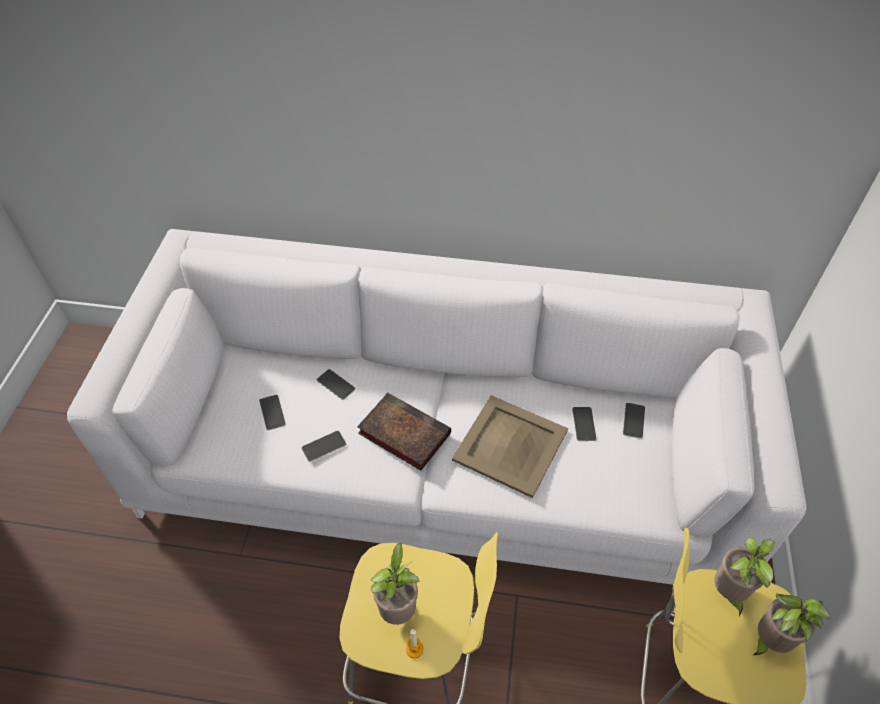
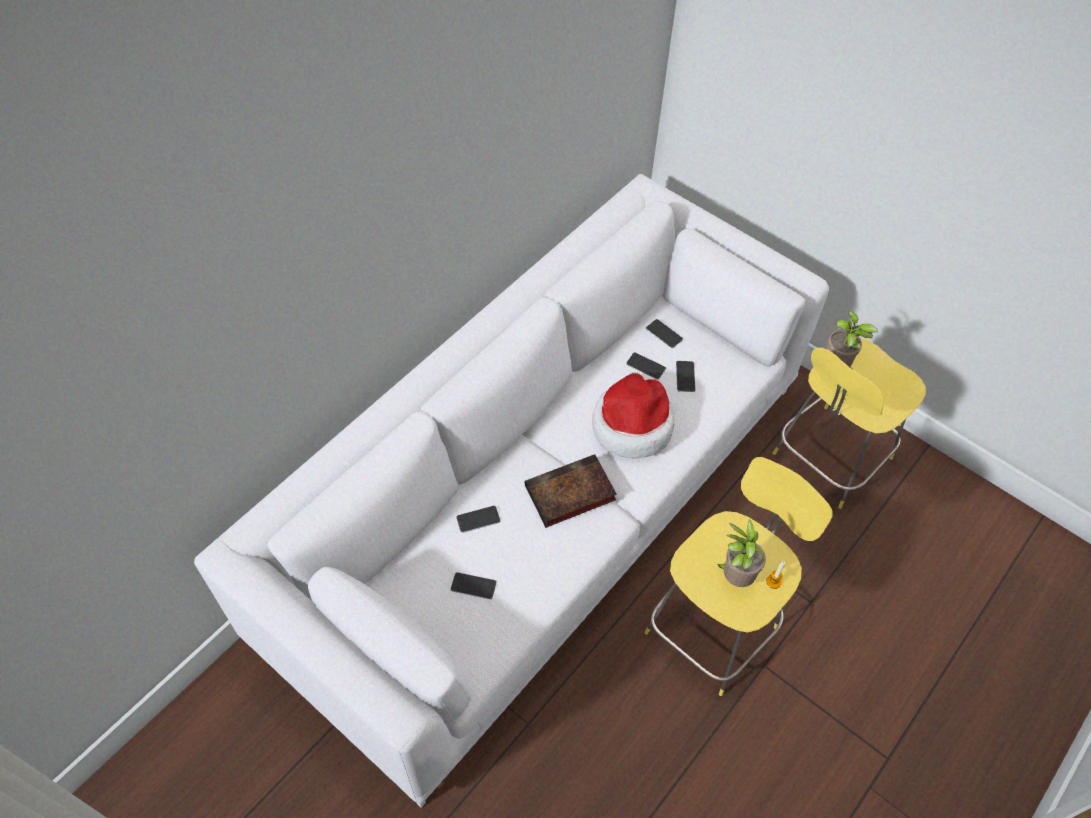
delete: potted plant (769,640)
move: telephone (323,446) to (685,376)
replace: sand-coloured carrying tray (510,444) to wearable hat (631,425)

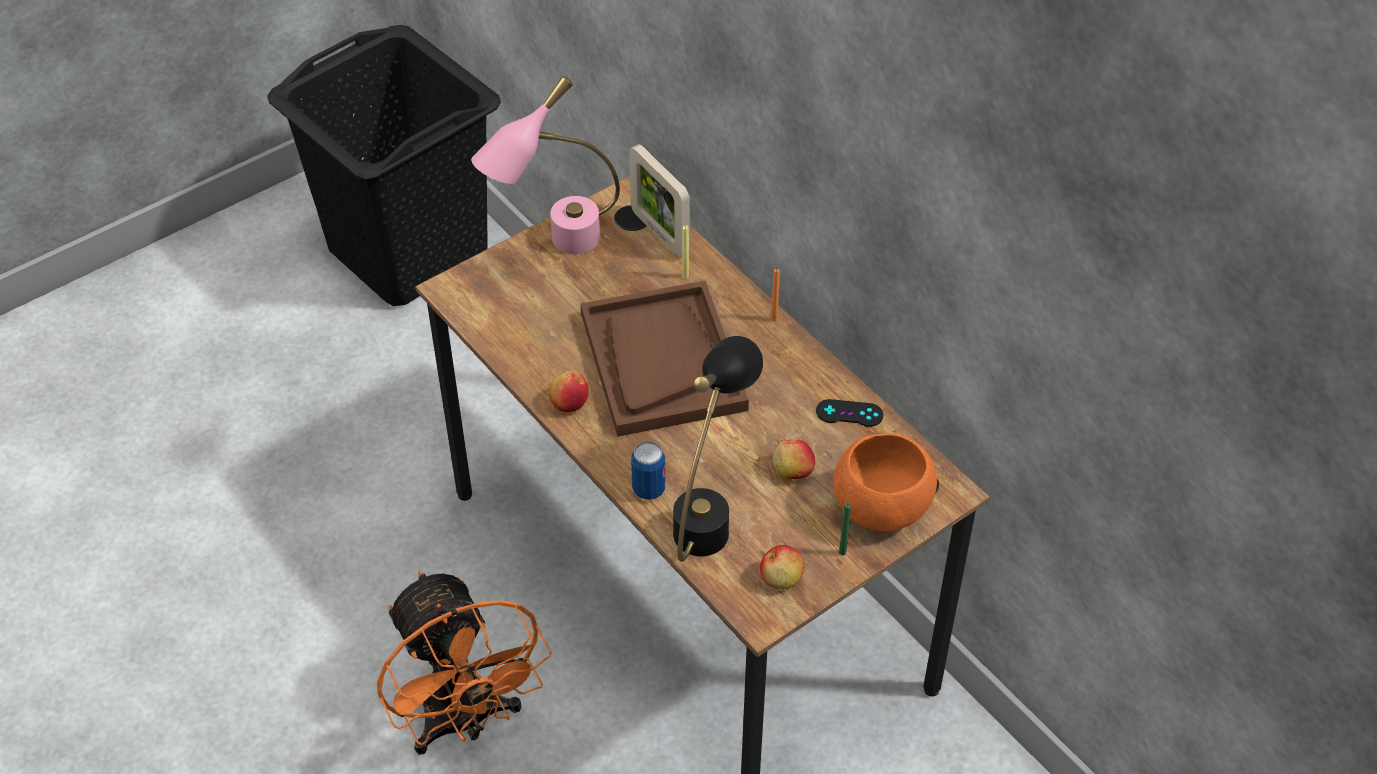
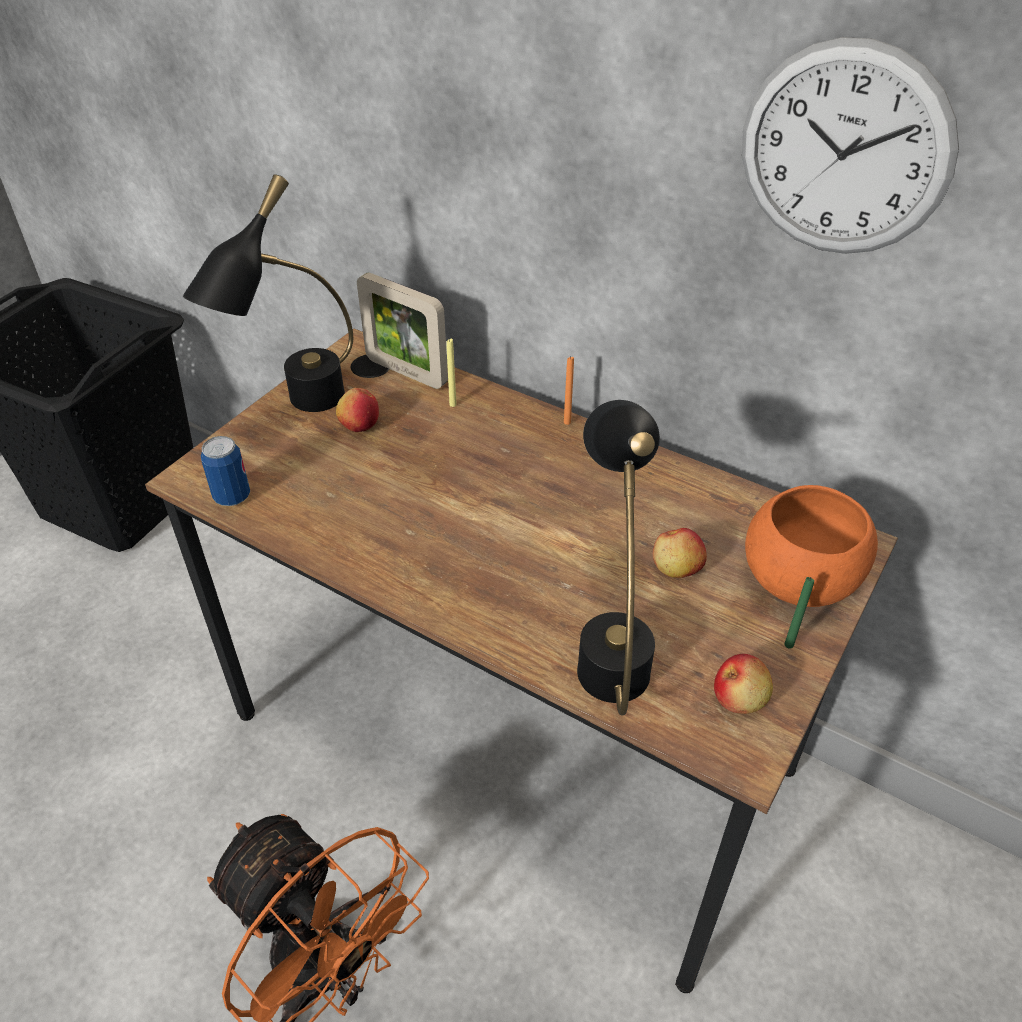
delete: brown-coloured carrying tray (662,361); black game controller (849,413)
insert: clock on the wall (844,151)
move: apple (569,402) to (359,424); sealed can (648,489) to (232,497)
recolor: pinkish tabletop lamp (555,247) to black tabletop lamp (298,409)

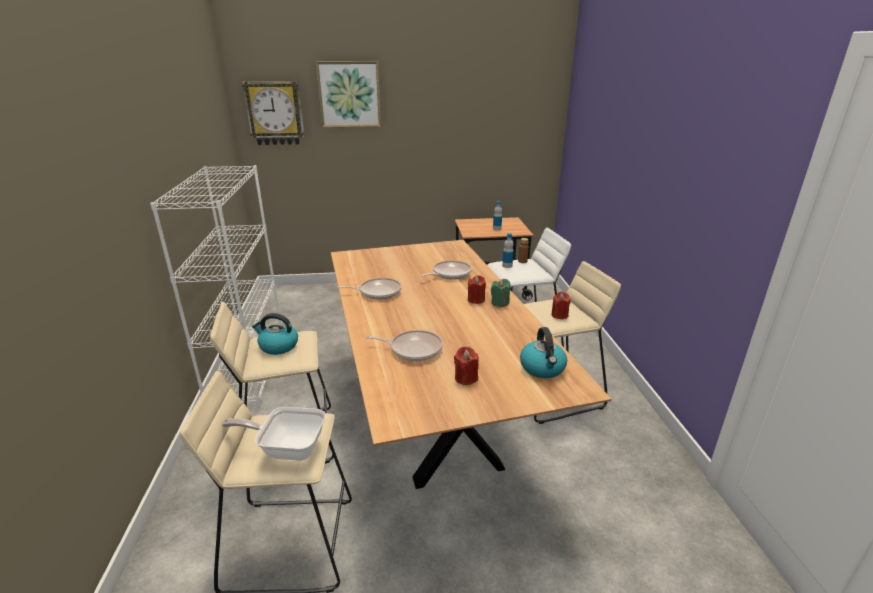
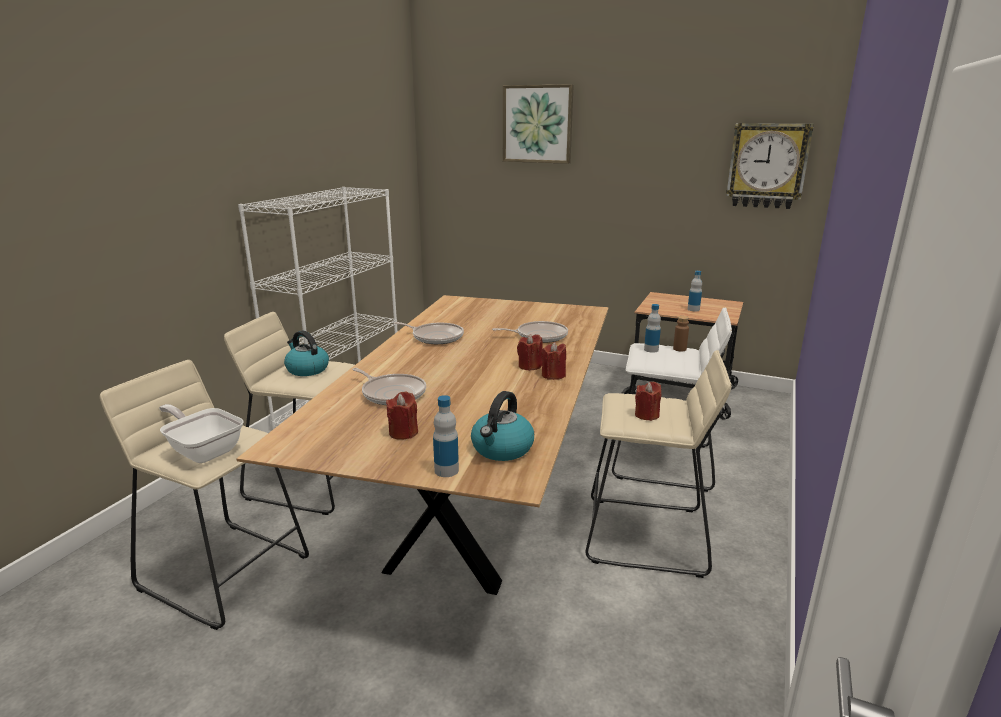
insert: bottle (446,470)
move: clock on the wall (275,113) to (767,166)
recolor: greenish wax candle (500,303) to reddish wax candle (553,375)

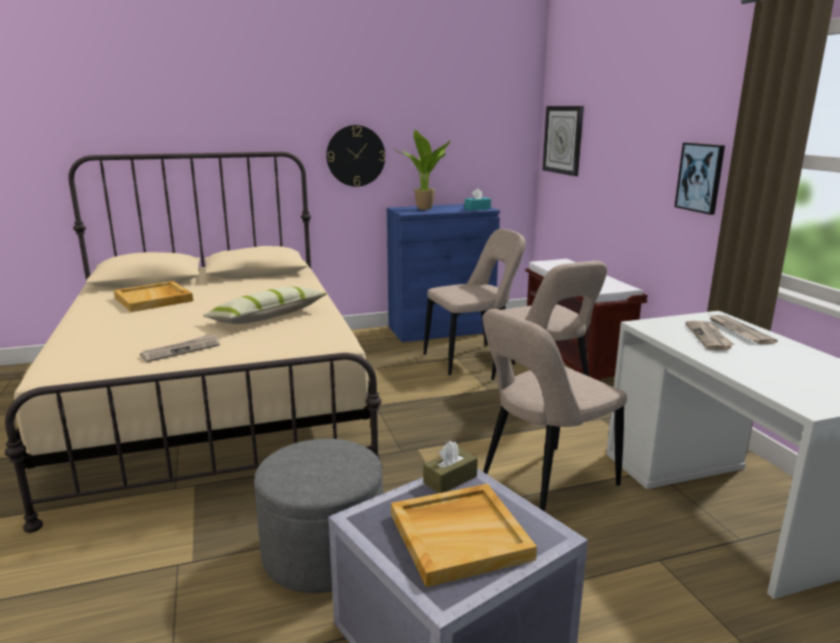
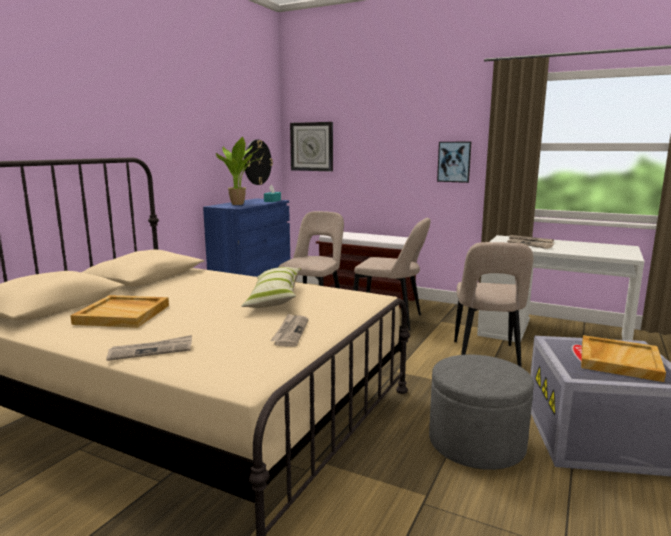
delete: brown-coloured tissue holder (450,479)
insert: daily paper (151,350)
move: clock on the wall (355,156) to (257,162)

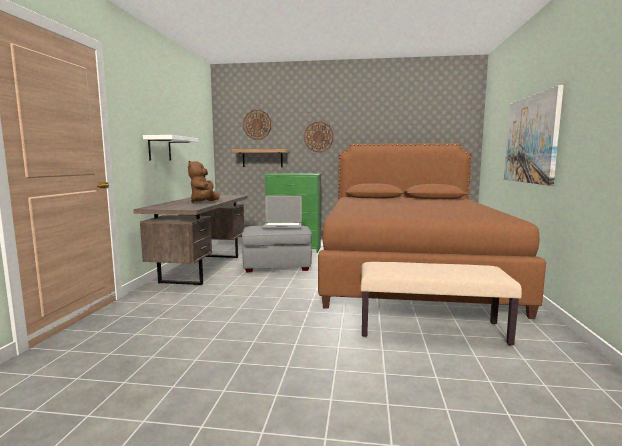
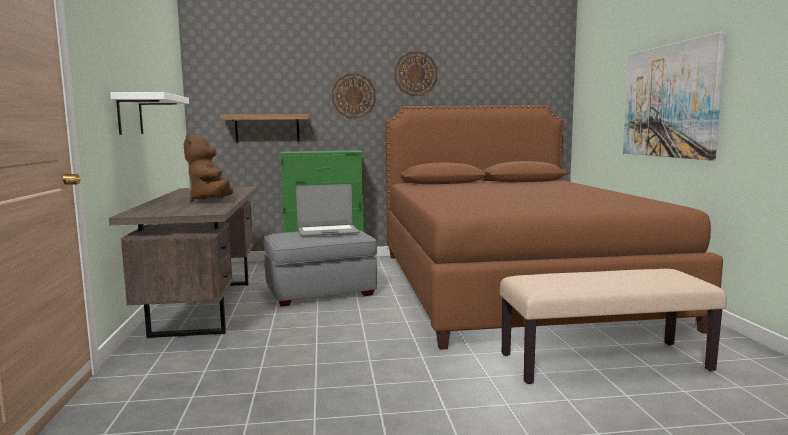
move: clock on the wall (257,124) to (415,74)

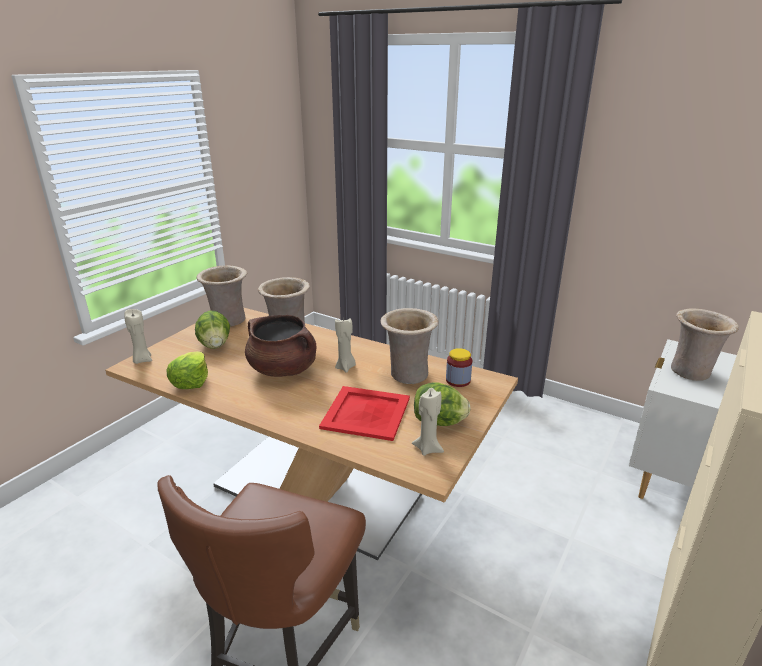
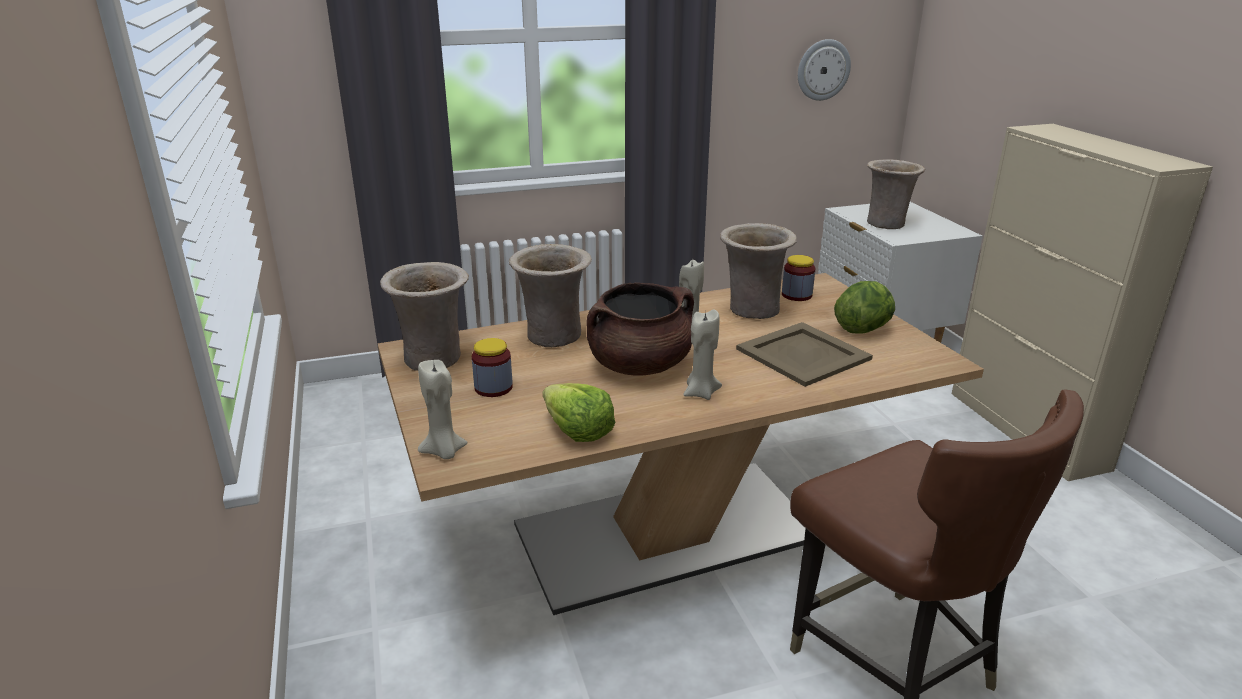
insert: clock on the wall (823,70)
move: sand-coloured wax candle (428,448) to (700,393)
replace: lettuce (215,345) to jar (493,388)
recolor: reddish carrying tray (367,412) to sand-coloured carrying tray (803,353)

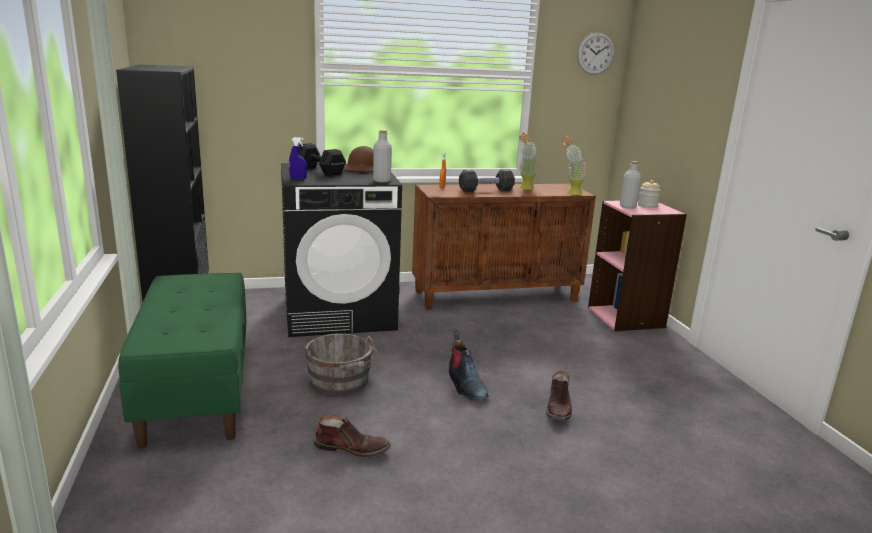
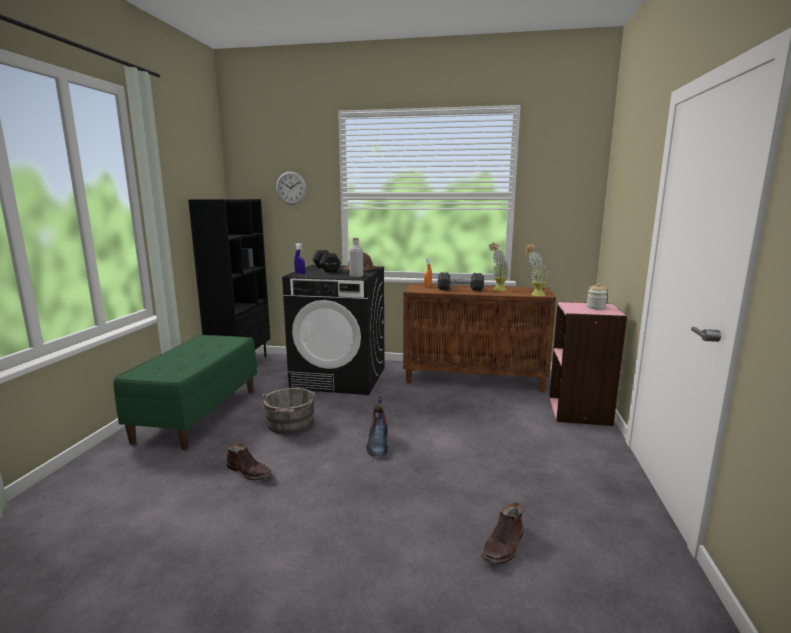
delete: greyish bottle (627,207)
move: brown-coloured boot (559,408) to (504,546); clock on the wall (595,53) to (291,188)

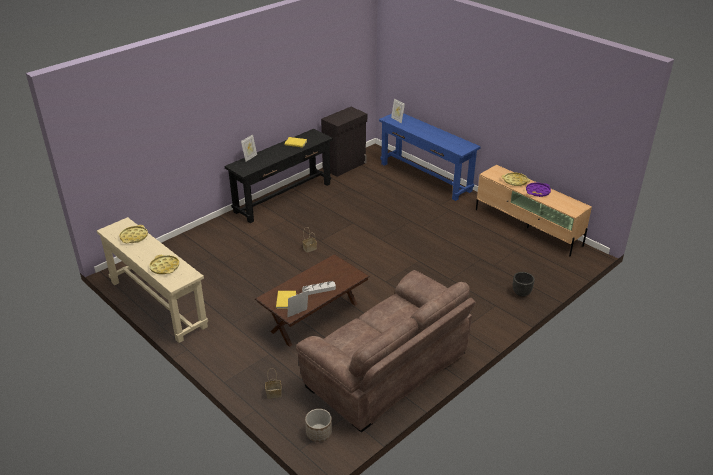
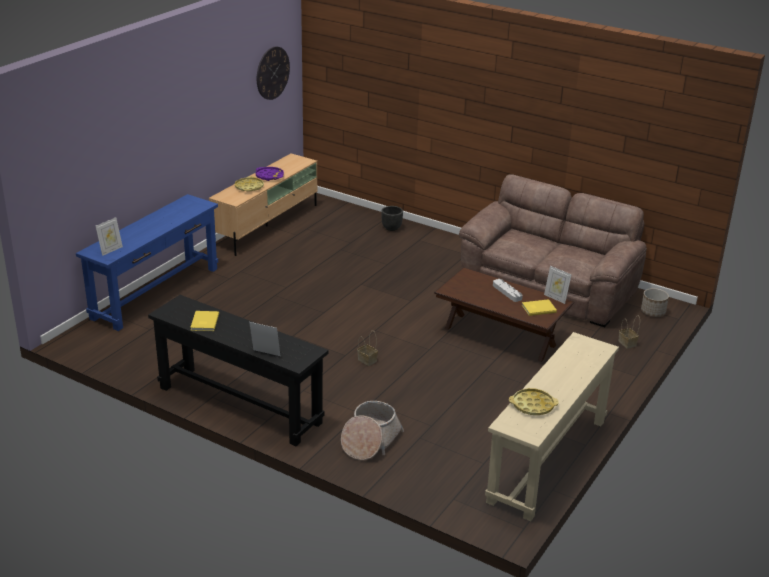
delete: yellow-coloured carrying tray (165,267); black storage cabinet (345,166)
insert: clock on the wall (272,73); basket (370,441)

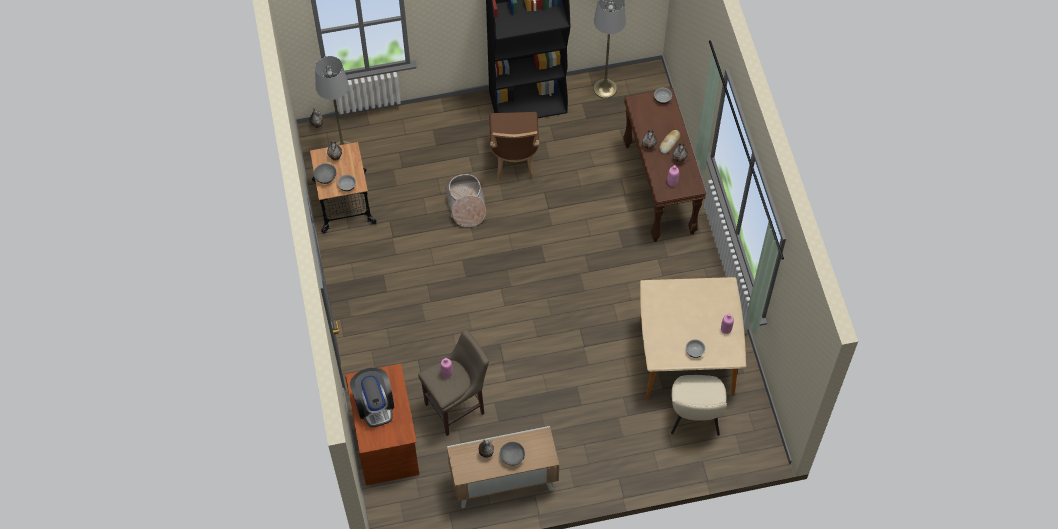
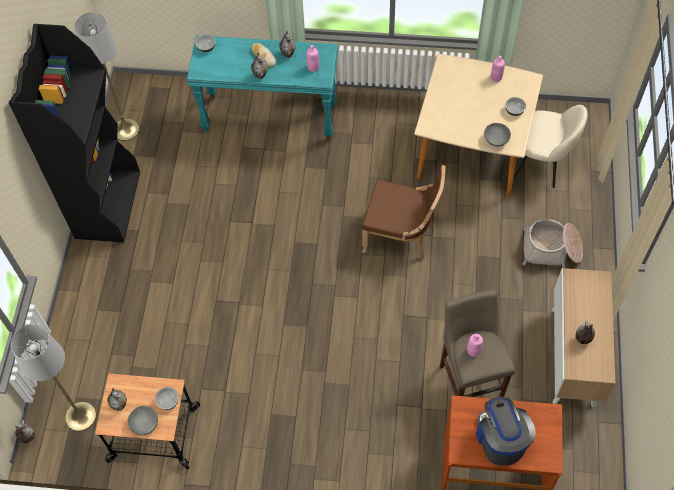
move: basket (466,205) to (551,250); brown-coloured chair (514,160) to (401,236); greyish deep dish (512,457) to (496,140)
recolor: brown-coloured console table (659,189) to turquoise-coloured console table (270,117)
rotate: coffee machine (374,404) = (500,439) 105 degrees counterclockwise

